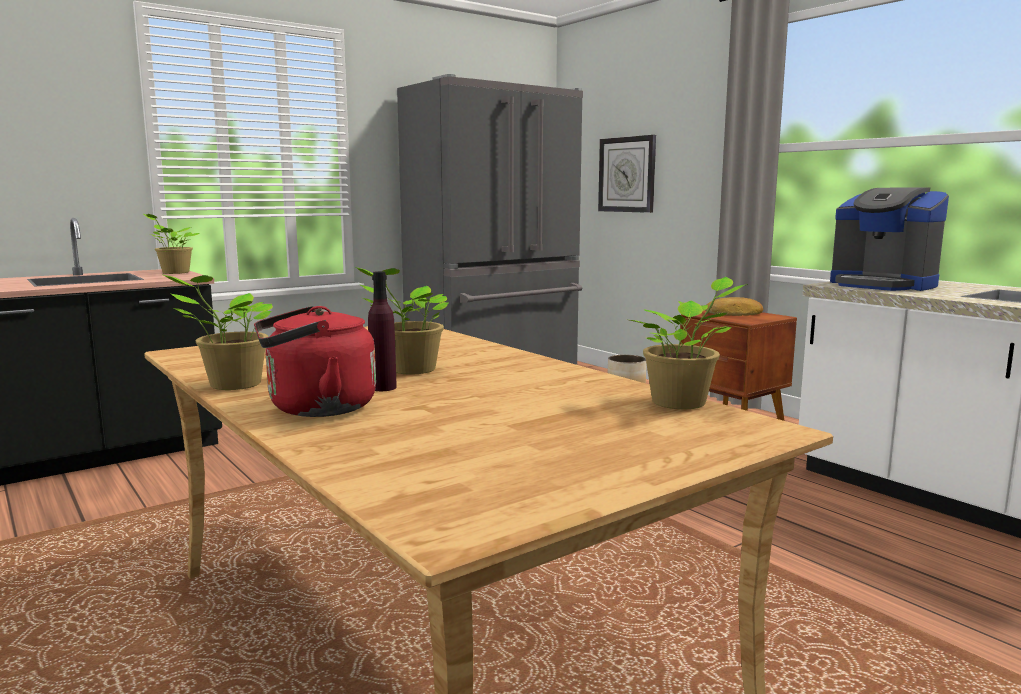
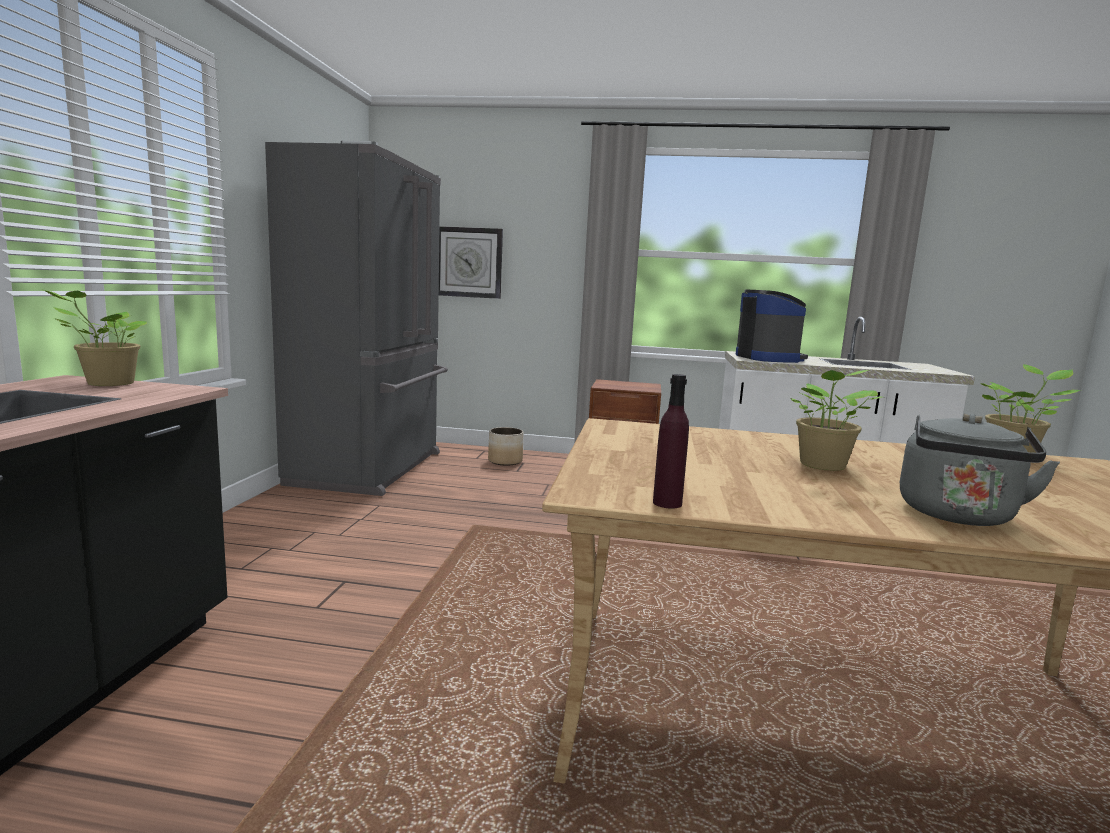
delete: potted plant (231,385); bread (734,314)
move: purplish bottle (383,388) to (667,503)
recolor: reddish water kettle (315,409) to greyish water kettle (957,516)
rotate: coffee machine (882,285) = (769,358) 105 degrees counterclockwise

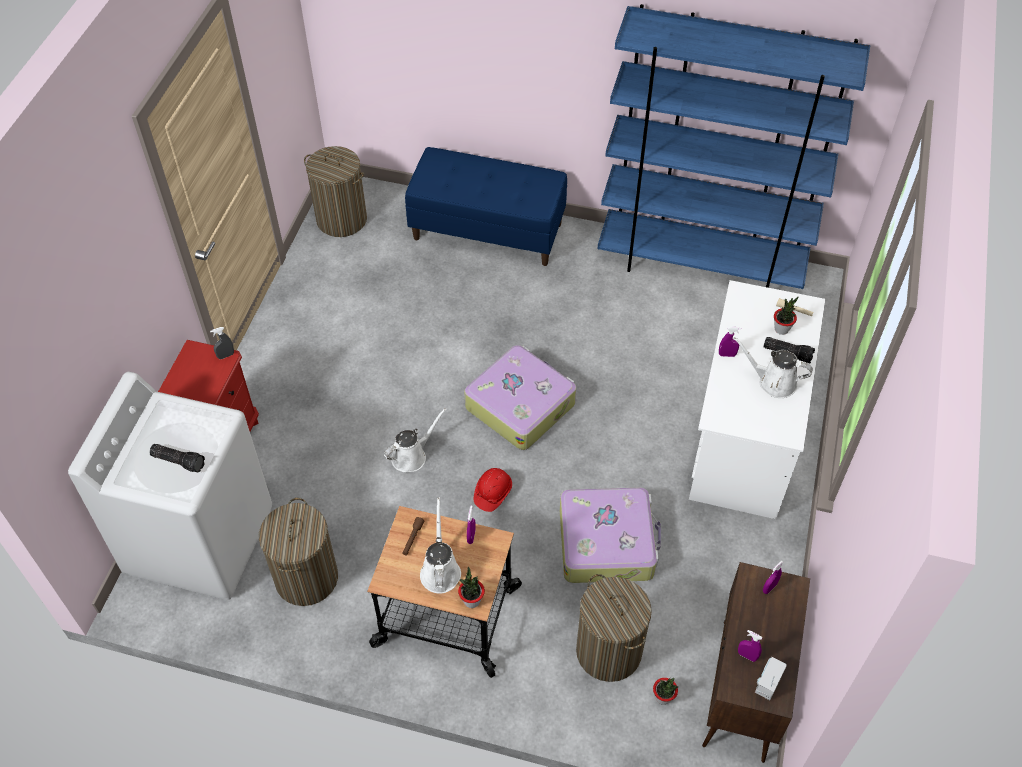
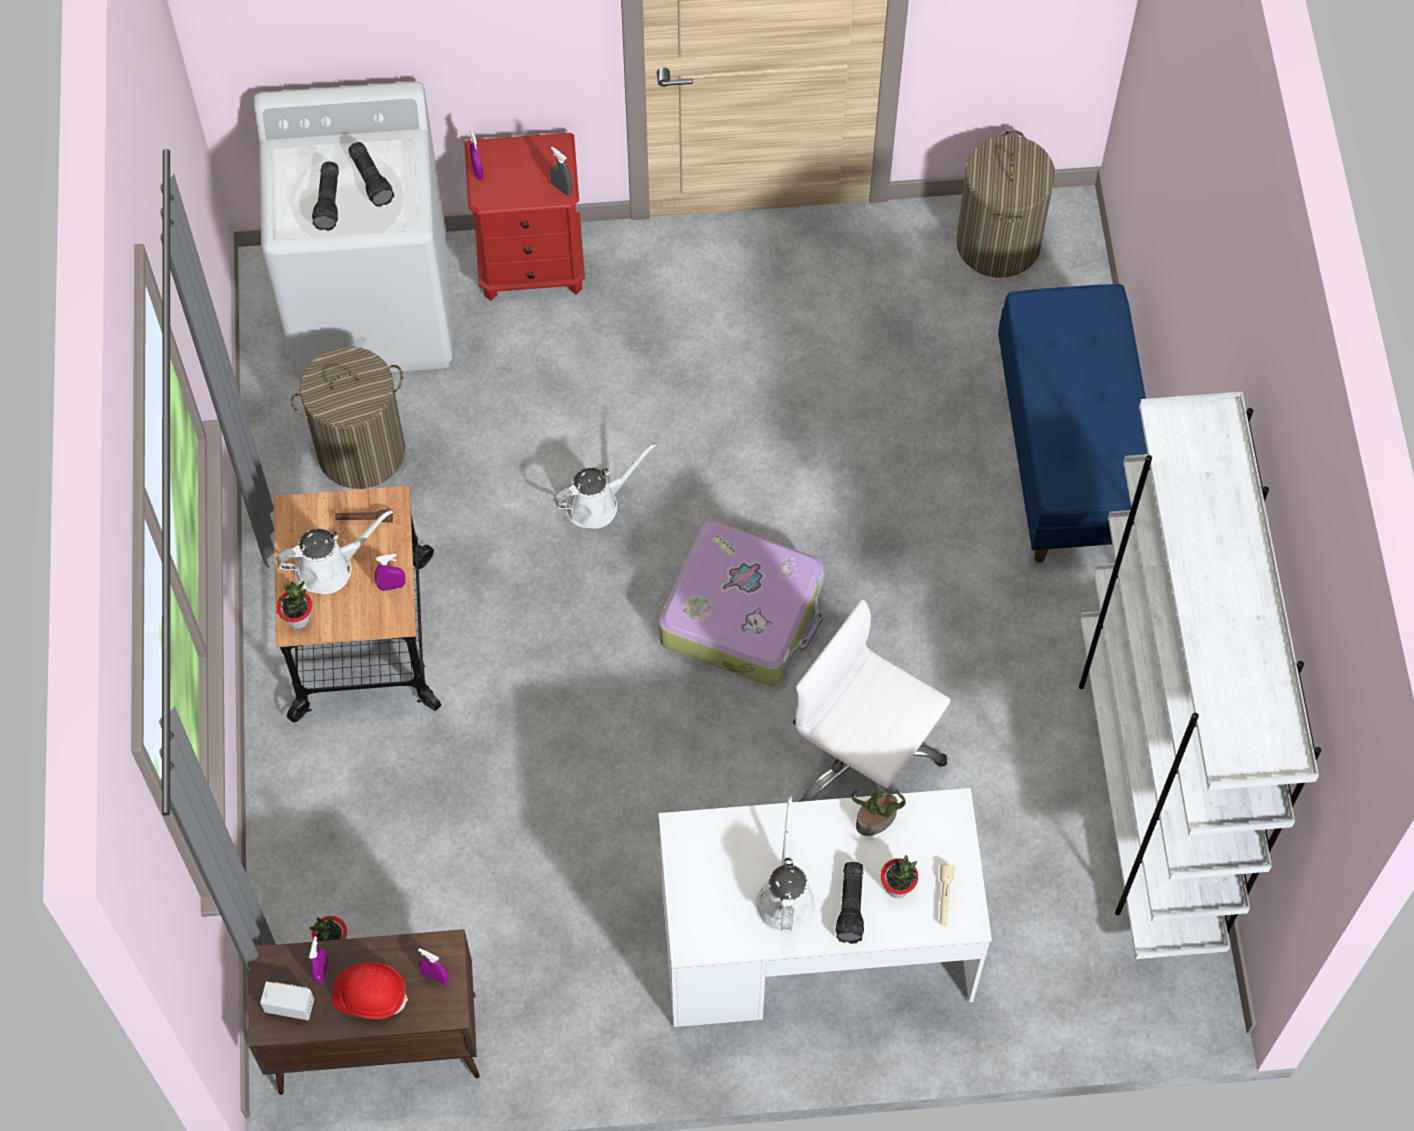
delete: suitcase (607,542); hamper (609,651)
insert: hand torch (372,179); white-coloured office chair (862,763); potted plant (876,819)
move: reddish work helmet (492,493) to (369,995); purplish spray bottle (727,354) to (477,171)
recolor: bluish bookcase (701,264) to white-coloured bookcase (1147,794)
rotate: white-coloured watering can (412,456) = (597,503) 60 degrees counterclockwise

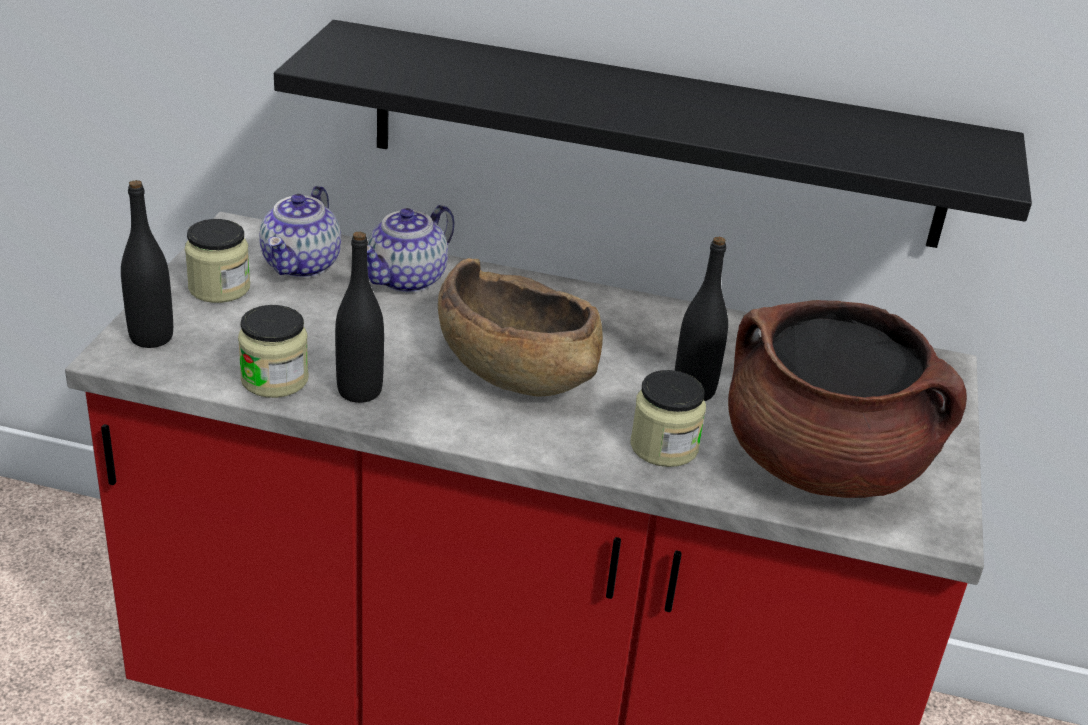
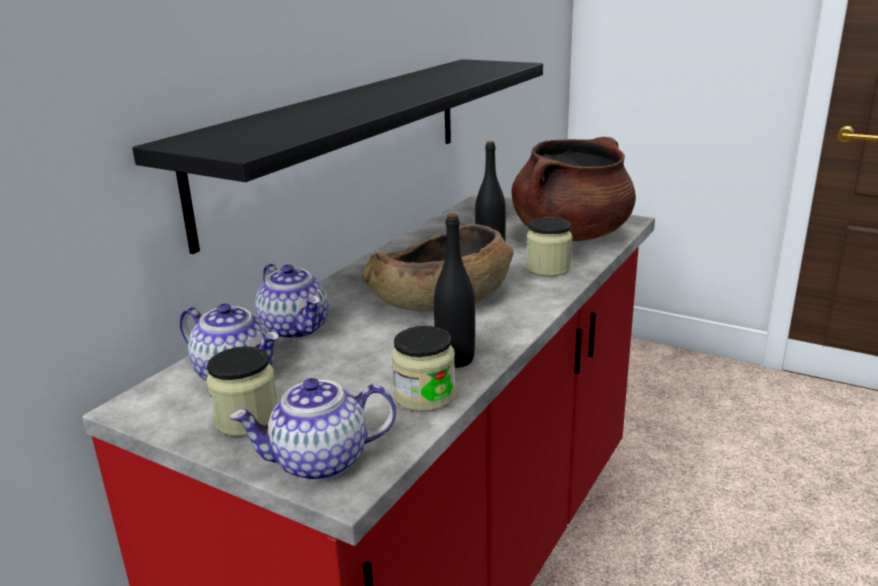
replace: black bottle (151,337) to pot for tea (319,462)

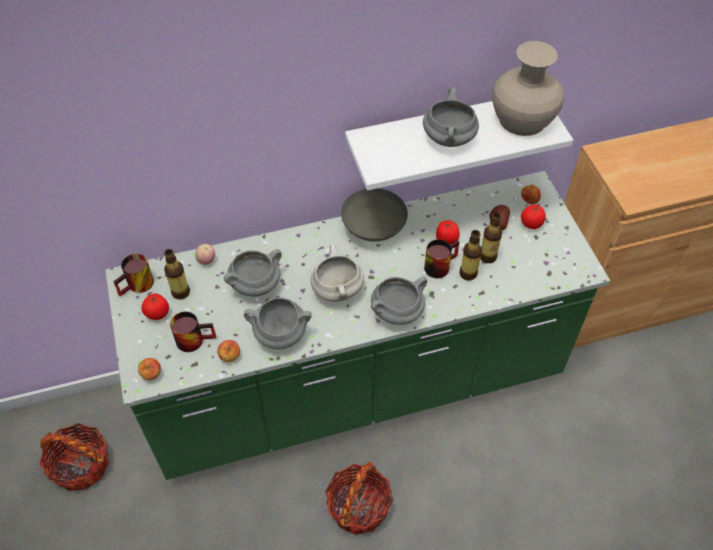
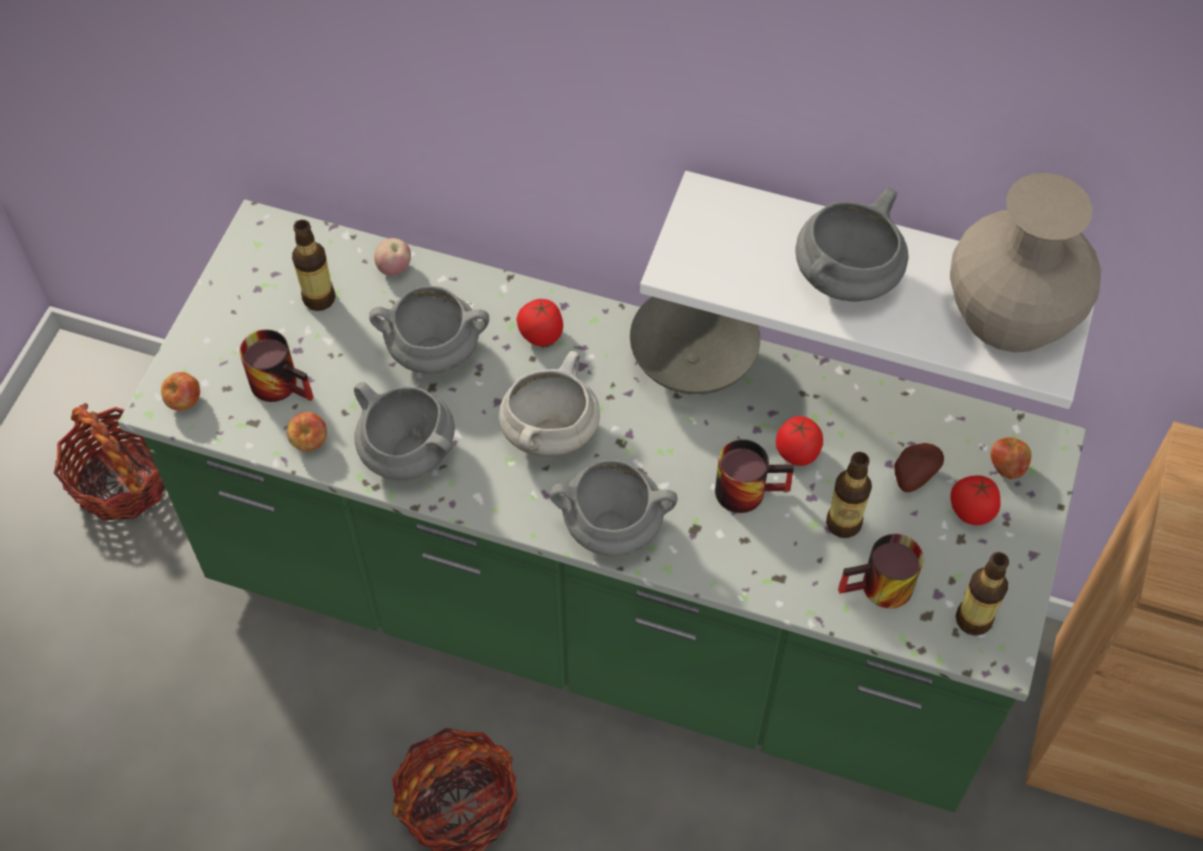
move: coffee mug (138,286) to (879,591); tomato (157,314) to (541,335); bottle (468,273) to (973,619)

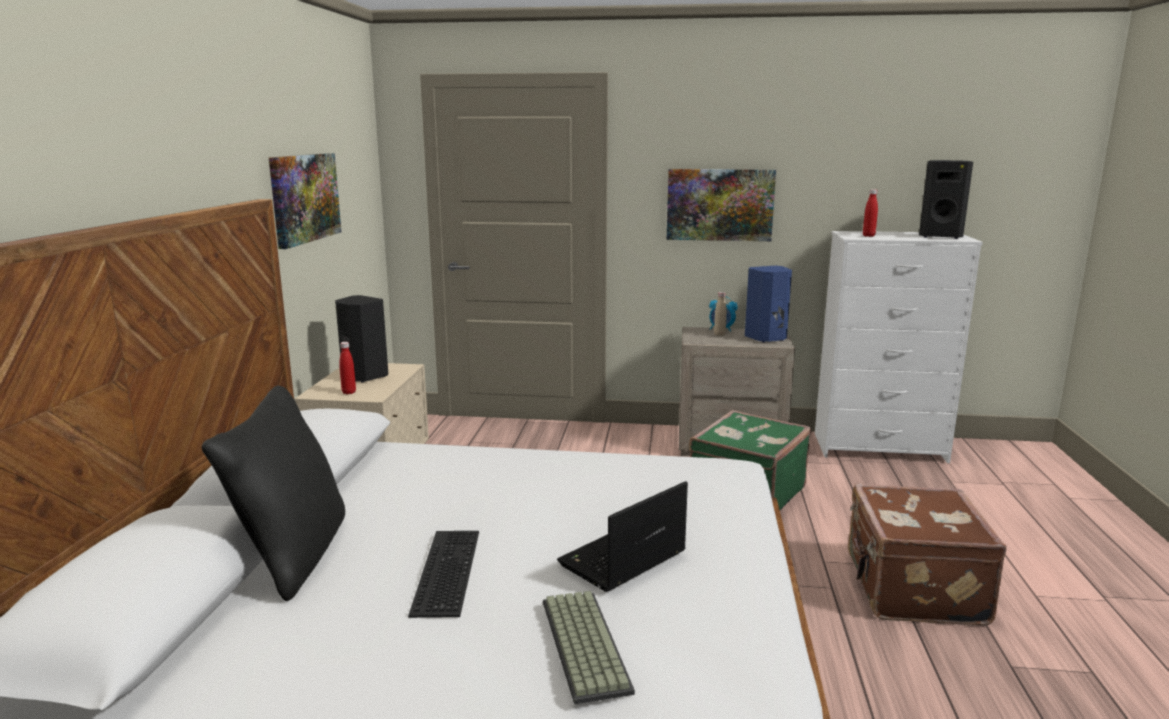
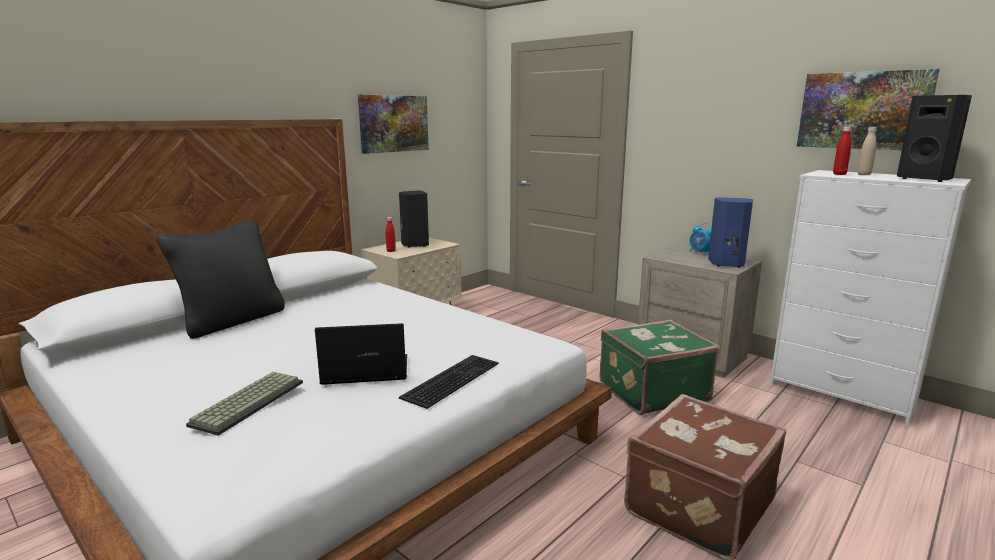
move: keyboard (444,570) to (450,379); wall picture (719,204) to (863,110); sand-coloured bottle (719,334) to (864,174)

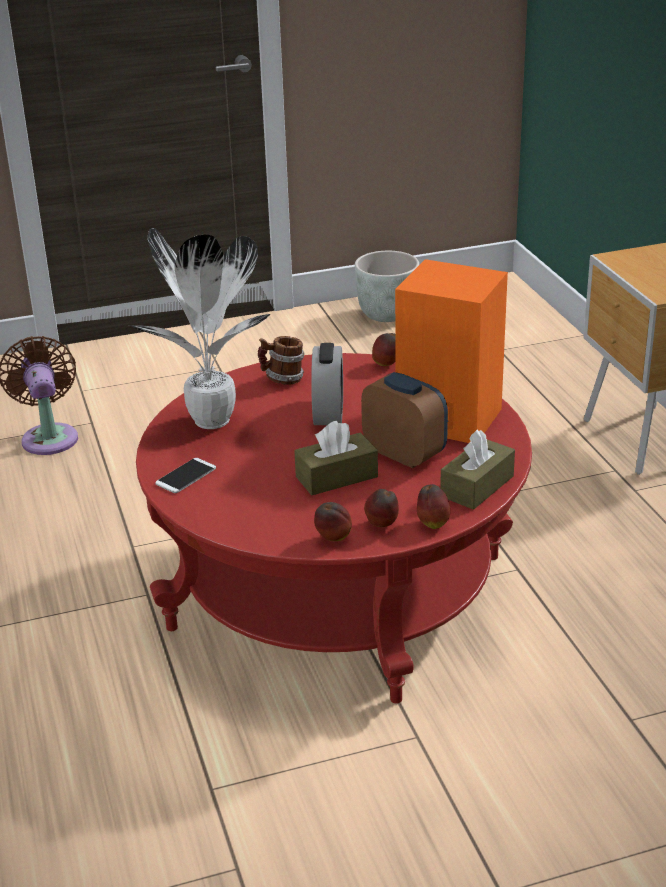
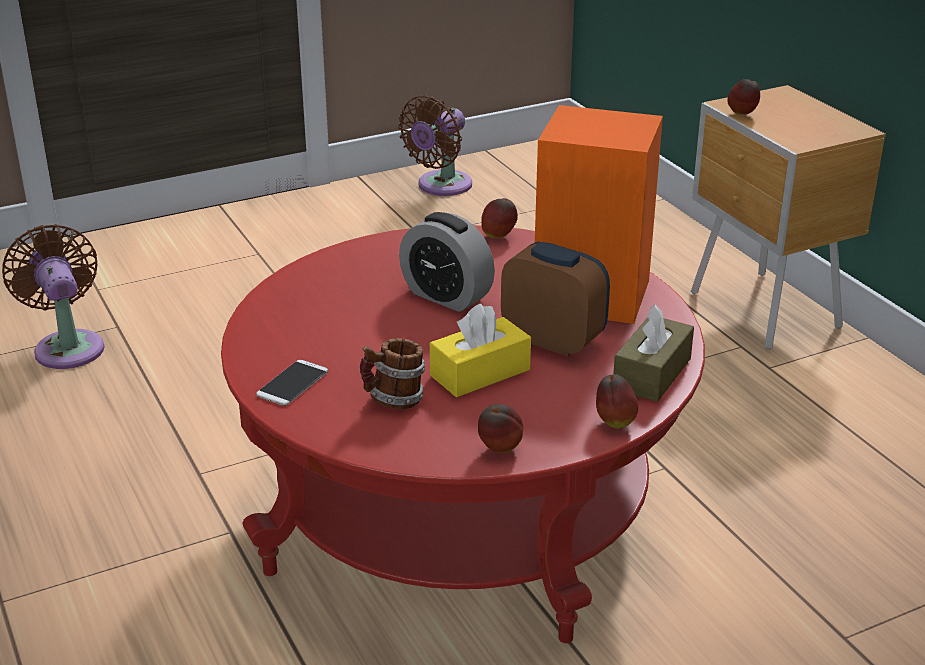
delete: potted plant (212,423)
move: coffee mug (282,380) to (394,401); apple (382,525) to (742,114)
replace: greyish plant pot (388,315) to brown-coloured fan (441,186)
recolor: brown-coloured tissue holder (336,477) to yellow-coloured tissue holder (480,373)
rotate: bedside clock (328,413) = (446,296) 135 degrees clockwise

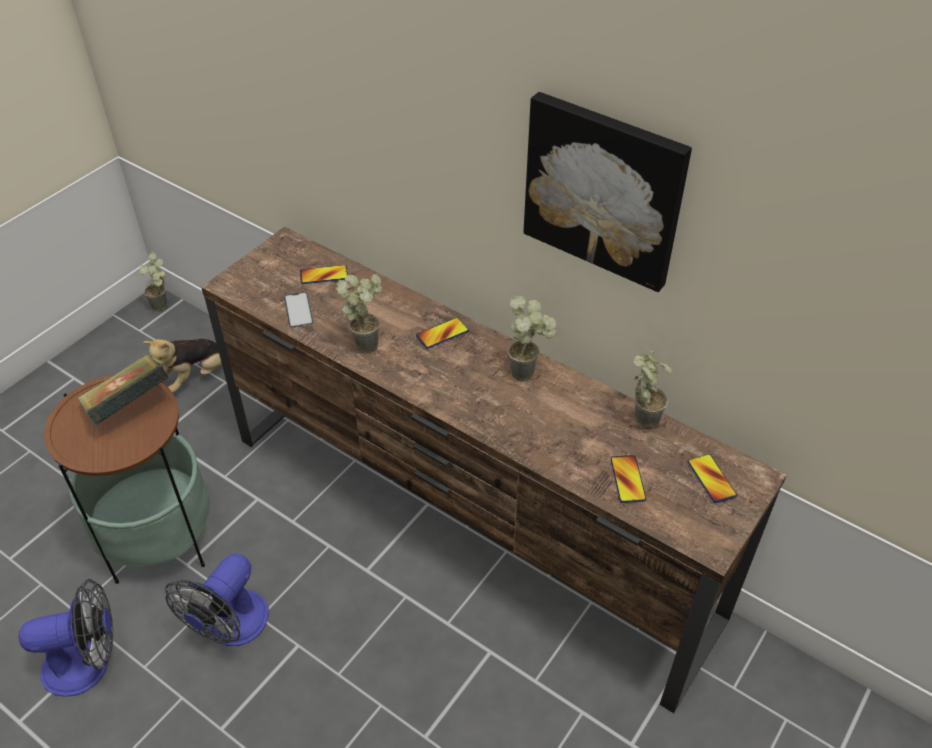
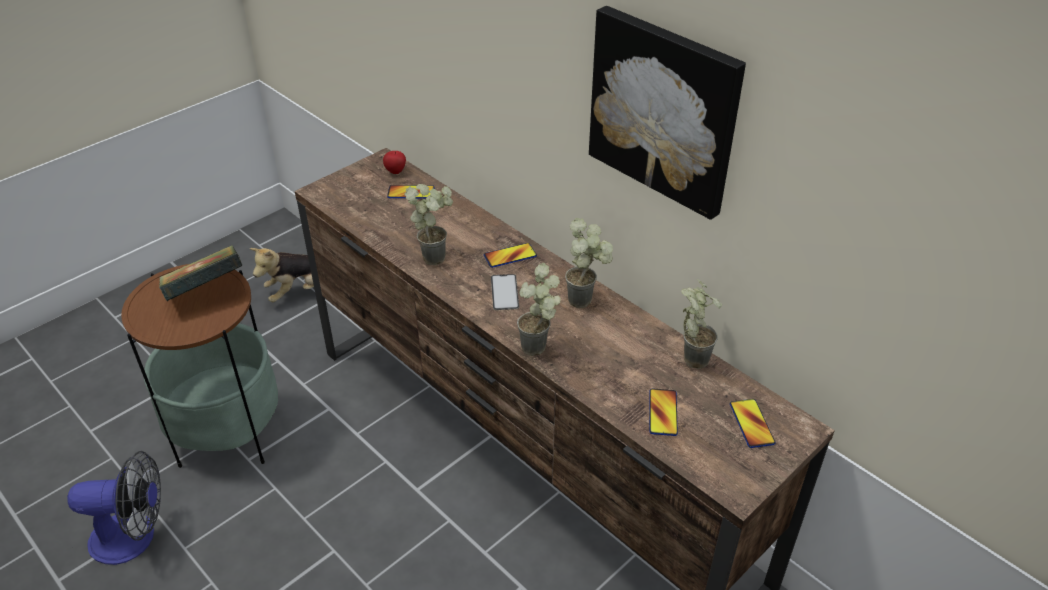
delete: fan (230,628)
insert: apple (396,172)
move: potted plant (164,308) to (540,350); telephone (298,310) to (504,292)

